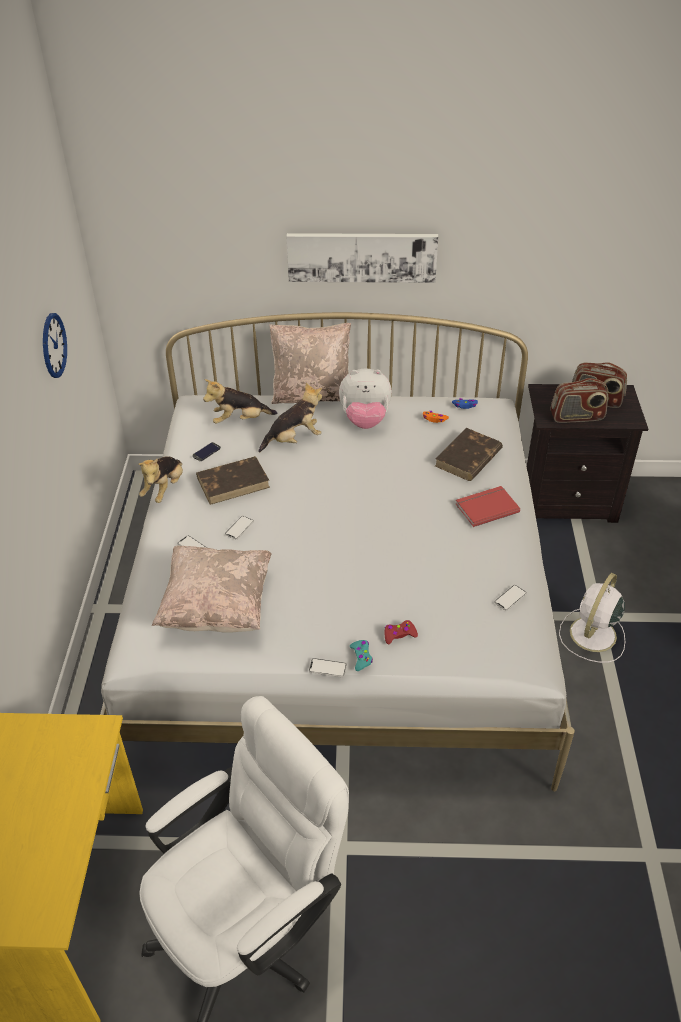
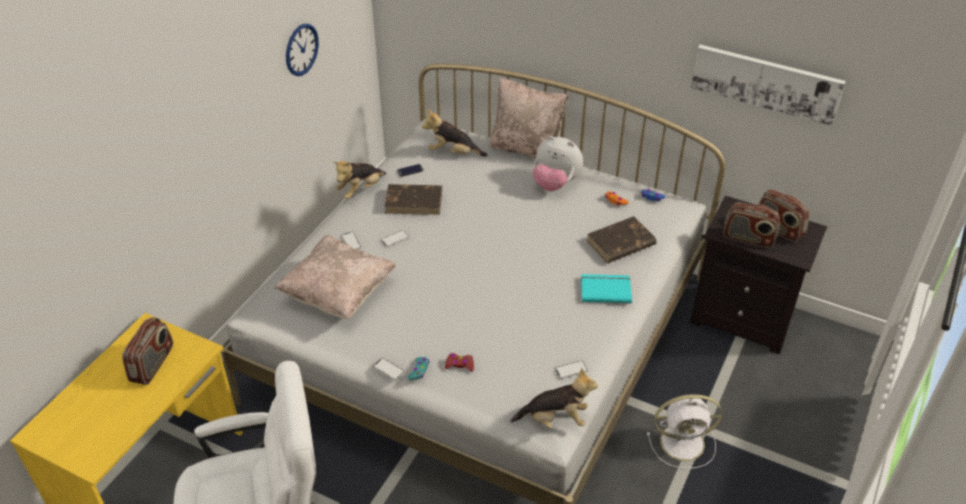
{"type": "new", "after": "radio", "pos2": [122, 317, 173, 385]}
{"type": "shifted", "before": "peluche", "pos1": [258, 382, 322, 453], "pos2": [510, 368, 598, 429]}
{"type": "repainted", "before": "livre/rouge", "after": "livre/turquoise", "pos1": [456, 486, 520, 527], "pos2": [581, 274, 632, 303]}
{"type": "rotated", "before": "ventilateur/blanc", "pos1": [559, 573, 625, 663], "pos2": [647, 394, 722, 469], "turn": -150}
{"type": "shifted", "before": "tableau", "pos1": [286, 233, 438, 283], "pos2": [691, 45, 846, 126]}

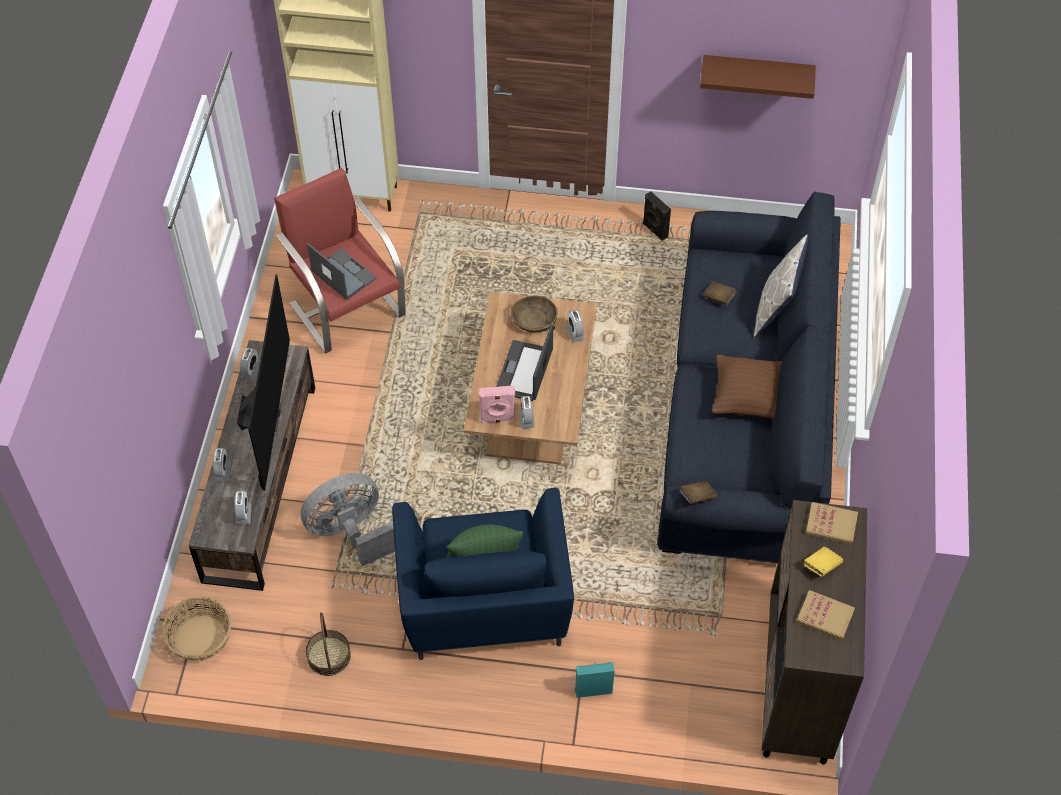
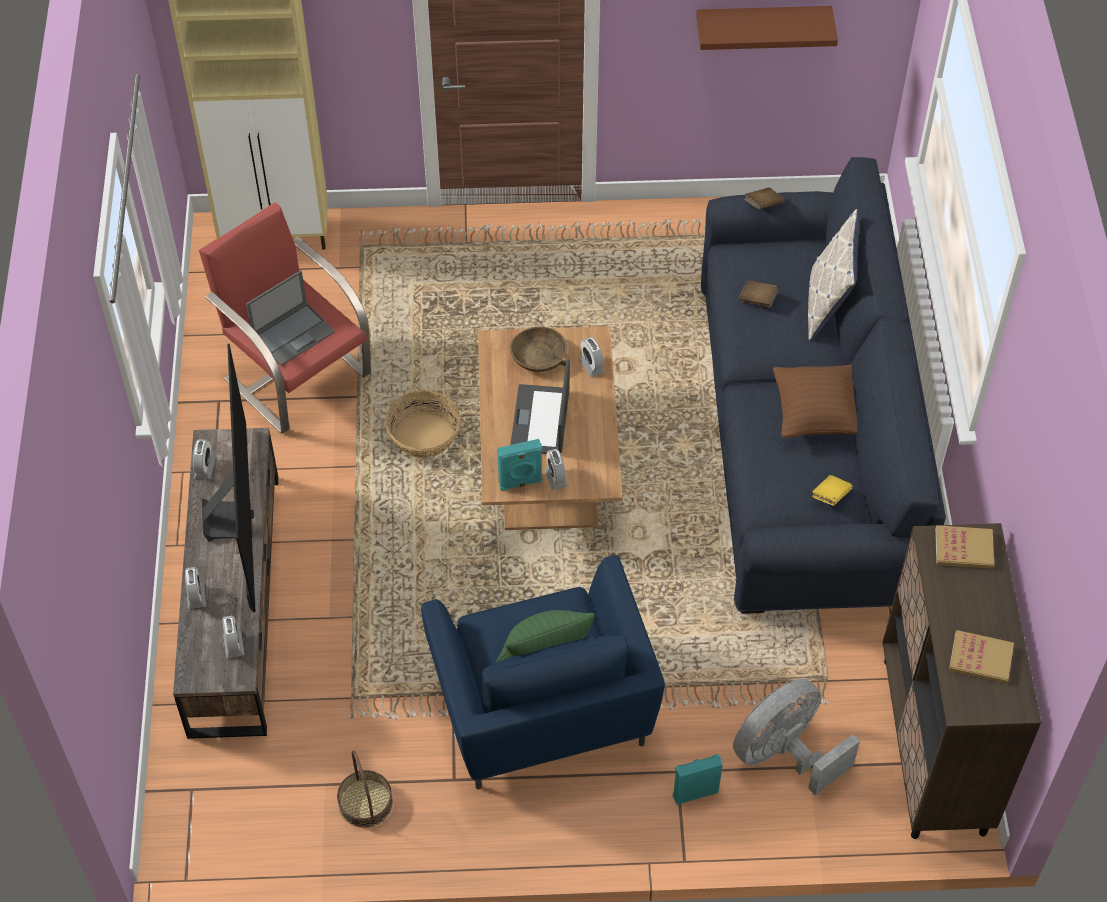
{"type": "rotated", "before": "ordinateur portable", "pos1": [307, 244, 377, 300], "pos2": [246, 270, 335, 366], "turn": 105}
{"type": "shifted", "before": "panier", "pos1": [162, 596, 231, 661], "pos2": [385, 390, 461, 458]}
{"type": "repainted", "before": "enceinte/rose", "after": "enceinte/turquoise", "pos1": [479, 385, 516, 423], "pos2": [497, 439, 543, 491]}
{"type": "shifted", "before": "ventilateur/gris", "pos1": [300, 473, 395, 566], "pos2": [733, 679, 860, 795]}
{"type": "shifted", "before": "livre/marron", "pos1": [680, 481, 717, 504], "pos2": [744, 188, 785, 210]}
{"type": "shifted", "before": "livre/jaune", "pos1": [804, 547, 843, 577], "pos2": [812, 475, 853, 506]}
{"type": "gone", "before": "enceinte/noir", "pos1": [643, 192, 671, 241]}

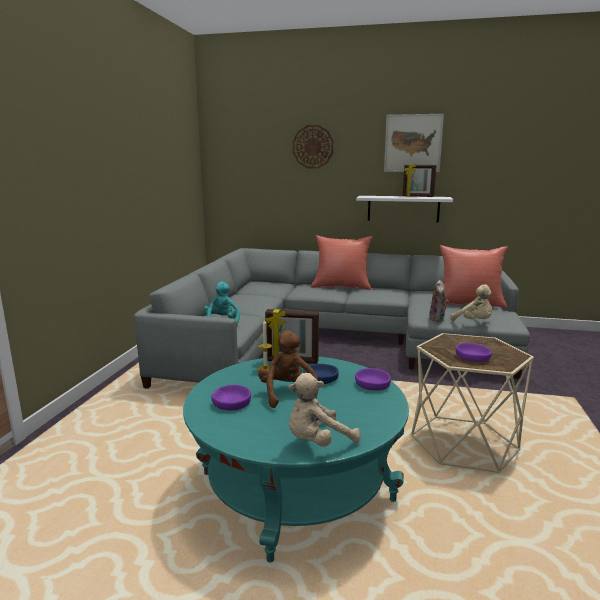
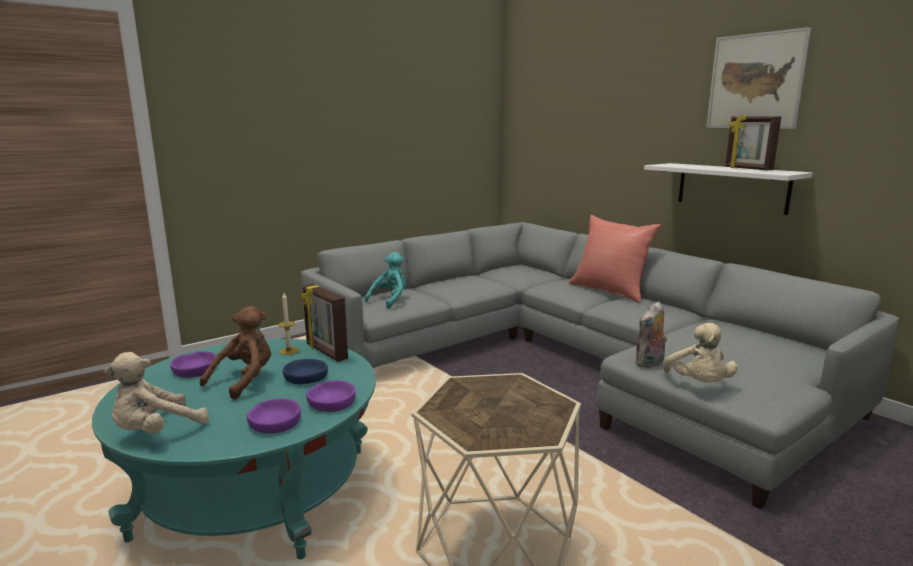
{"type": "rotated", "before": "peluche/beige", "pos1": [289, 373, 361, 447], "pos2": [104, 352, 209, 434], "turn": -60}
{"type": "shifted", "before": "bol/violet", "pos1": [456, 343, 492, 362], "pos2": [247, 398, 301, 434]}
{"type": "gone", "before": "horloge murale", "pos1": [293, 125, 334, 169]}
{"type": "gone", "before": "coussin/rouge", "pos1": [440, 245, 508, 308]}

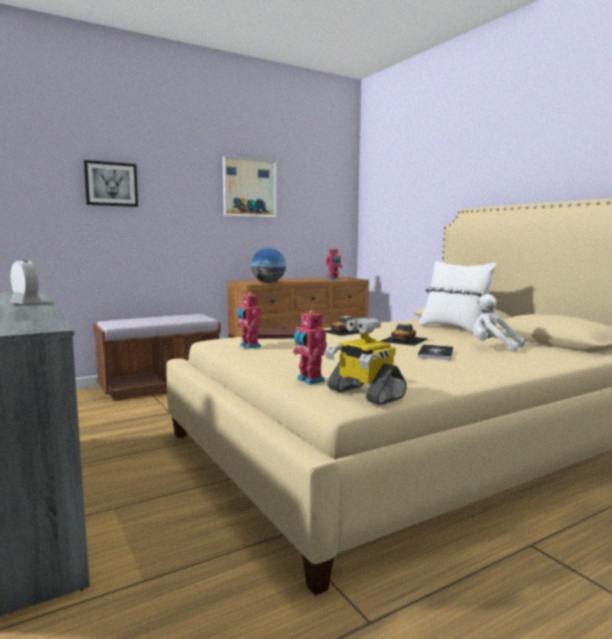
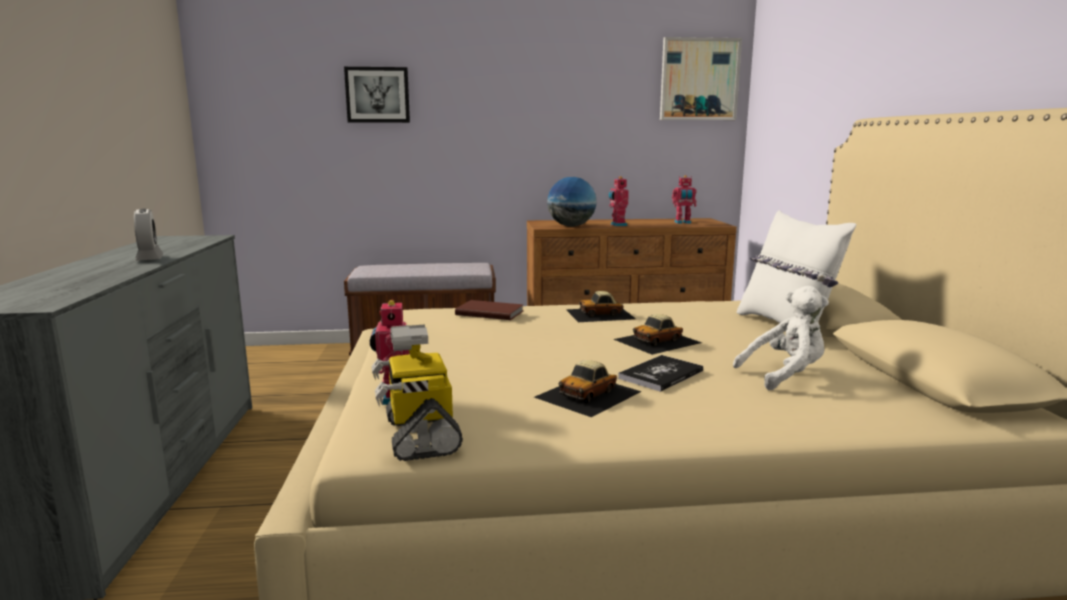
{"type": "new", "after": "petite voiture", "pos2": [534, 360, 642, 417]}
{"type": "shifted", "before": "robot jouet", "pos1": [237, 292, 261, 349], "pos2": [608, 176, 629, 226]}
{"type": "shifted", "before": "tableau", "pos1": [223, 156, 277, 217], "pos2": [660, 37, 742, 120]}
{"type": "rotated", "before": "peluche/blanc", "pos1": [473, 294, 525, 352], "pos2": [733, 286, 829, 390], "turn": 105}

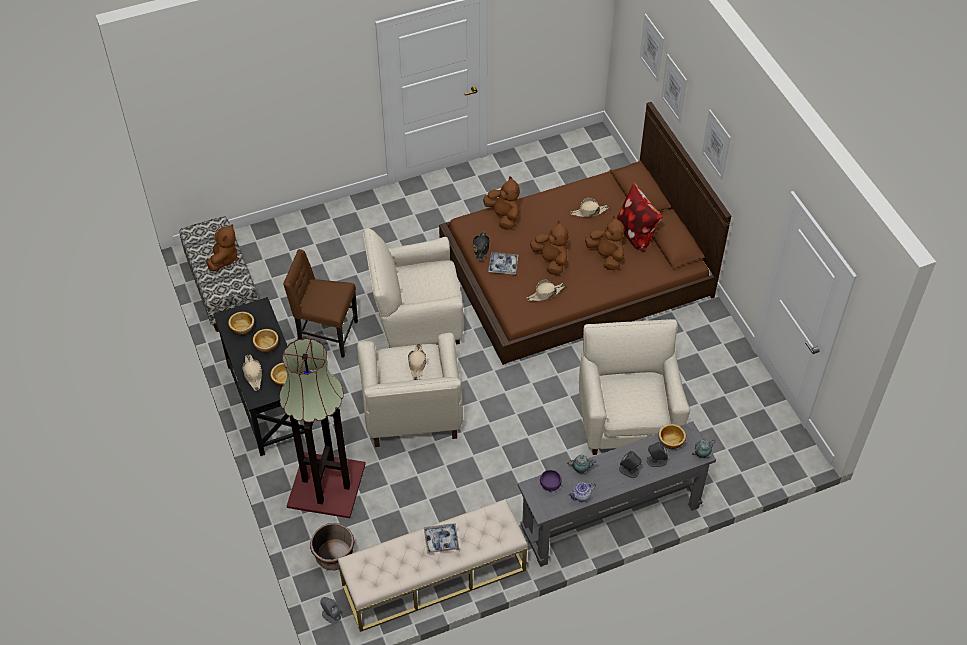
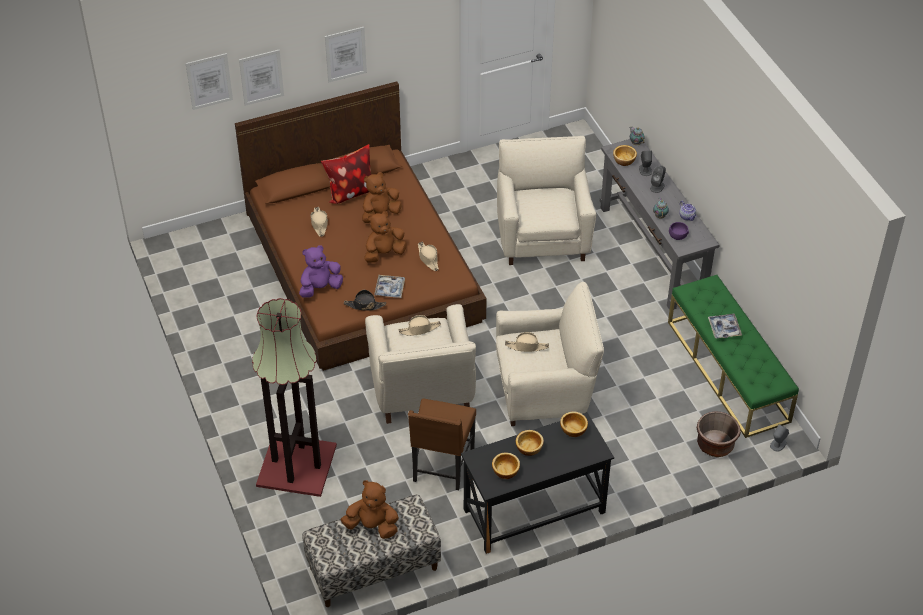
{"type": "shifted", "before": "lampadaire", "pos1": [279, 338, 366, 518], "pos2": [252, 298, 337, 497]}
{"type": "repainted", "before": "peluche/marron", "after": "peluche/violet", "pos1": [483, 176, 520, 230], "pos2": [299, 245, 343, 298]}
{"type": "shifted", "before": "chapeau/beige", "pos1": [242, 354, 262, 391], "pos2": [399, 315, 441, 336]}
{"type": "rotated", "before": "fauteuil/beige", "pos1": [579, 319, 690, 455], "pos2": [497, 136, 596, 265], "turn": 90}
{"type": "repainted", "before": "banc/beige", "after": "banc/vert", "pos1": [338, 499, 527, 632], "pos2": [668, 275, 799, 438]}

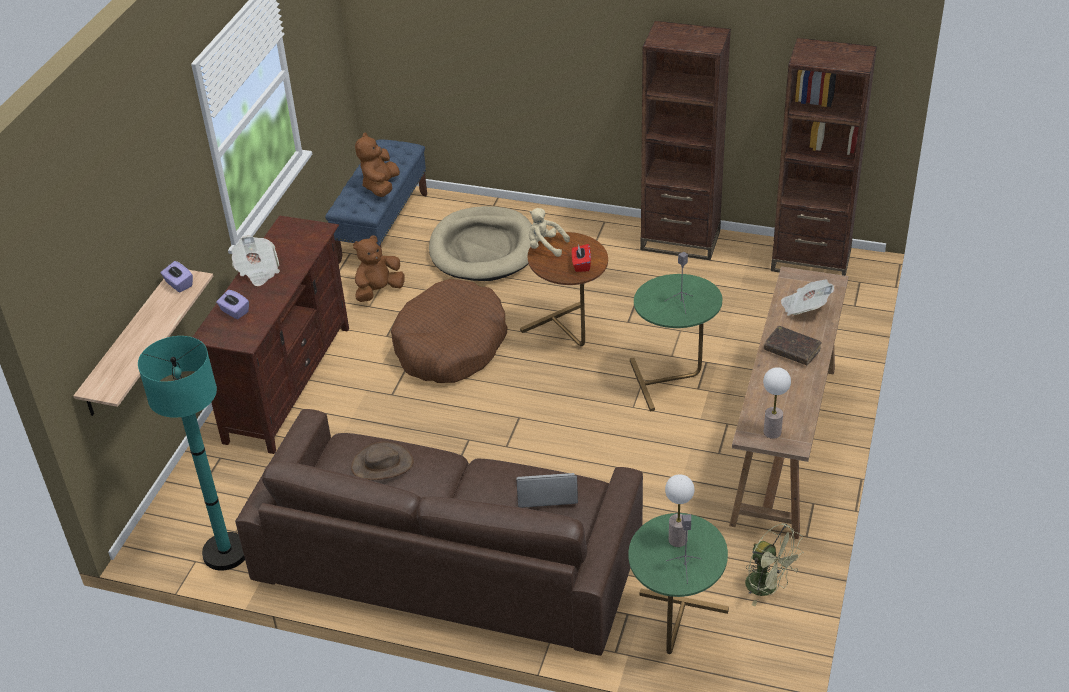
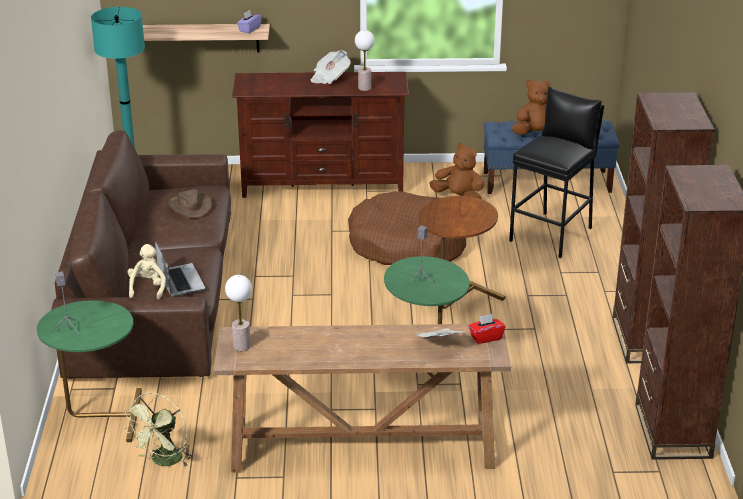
{"type": "shifted", "before": "peluche/beige", "pos1": [529, 208, 570, 257], "pos2": [128, 244, 166, 300]}
{"type": "shifted", "before": "lampe de table", "pos1": [665, 474, 694, 547], "pos2": [355, 30, 375, 91]}
{"type": "shifted", "before": "boîte à mouchoirs/rouge", "pos1": [572, 244, 591, 272], "pos2": [469, 314, 505, 344]}
{"type": "swapped", "before": "panier pour chien/beige", "after": "tabouret/noir", "pos1": [429, 206, 532, 281], "pos2": [509, 87, 604, 258]}
{"type": "gone", "before": "boîte à mouchoirs/violet", "pos1": [216, 290, 249, 319]}
{"type": "gone", "before": "livre/marron", "pos1": [764, 326, 822, 365]}

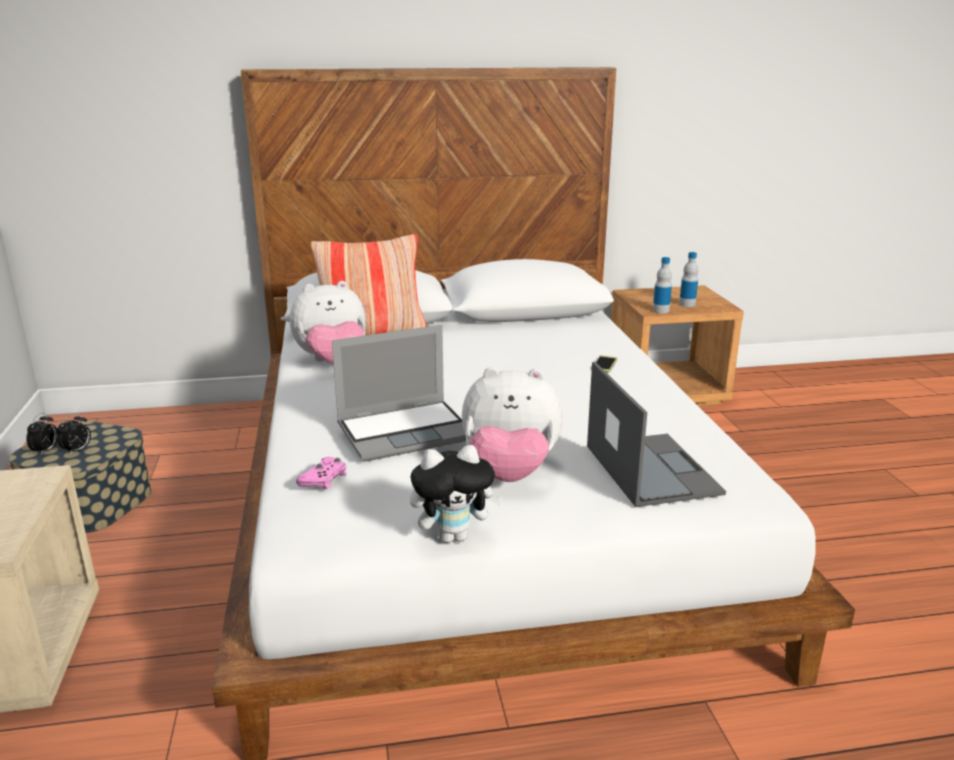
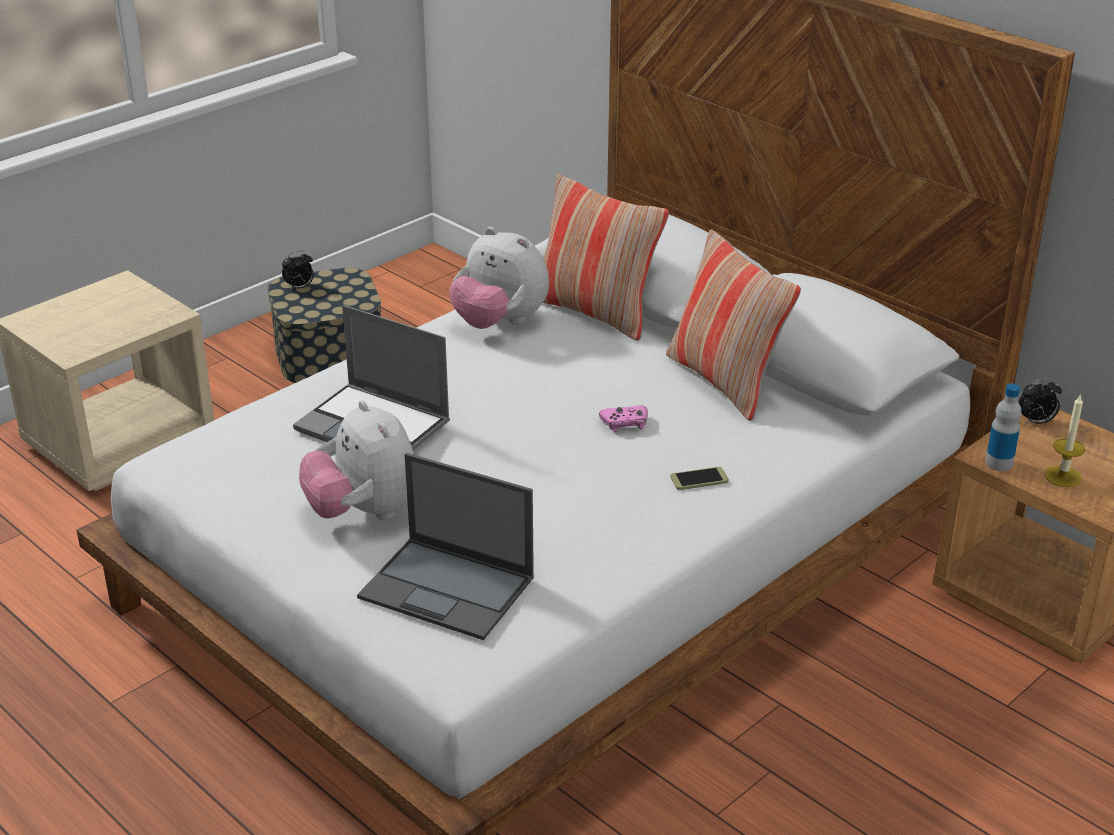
{"type": "rotated", "before": "ordinateur portable", "pos1": [587, 362, 726, 507], "pos2": [357, 453, 534, 640], "turn": 75}
{"type": "shifted", "before": "manette/rose", "pos1": [296, 457, 347, 489], "pos2": [599, 405, 648, 432]}
{"type": "new", "after": "coussin", "pos2": [666, 229, 801, 421]}
{"type": "shifted", "before": "réveil", "pos1": [57, 413, 91, 456], "pos2": [1018, 378, 1062, 424]}
{"type": "swapped", "before": "bouteille", "after": "bougie", "pos1": [679, 252, 699, 307], "pos2": [1045, 394, 1086, 487]}
{"type": "gone", "before": "peluche", "pos1": [410, 445, 503, 543]}

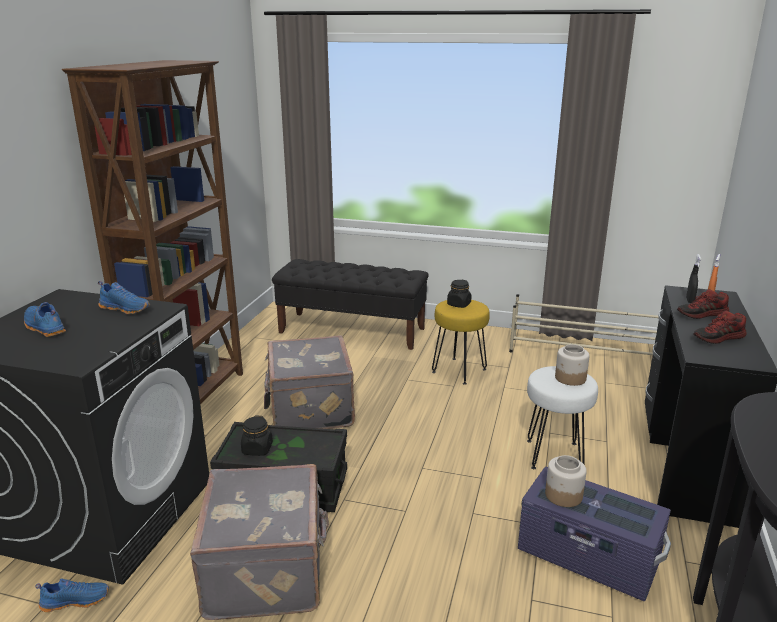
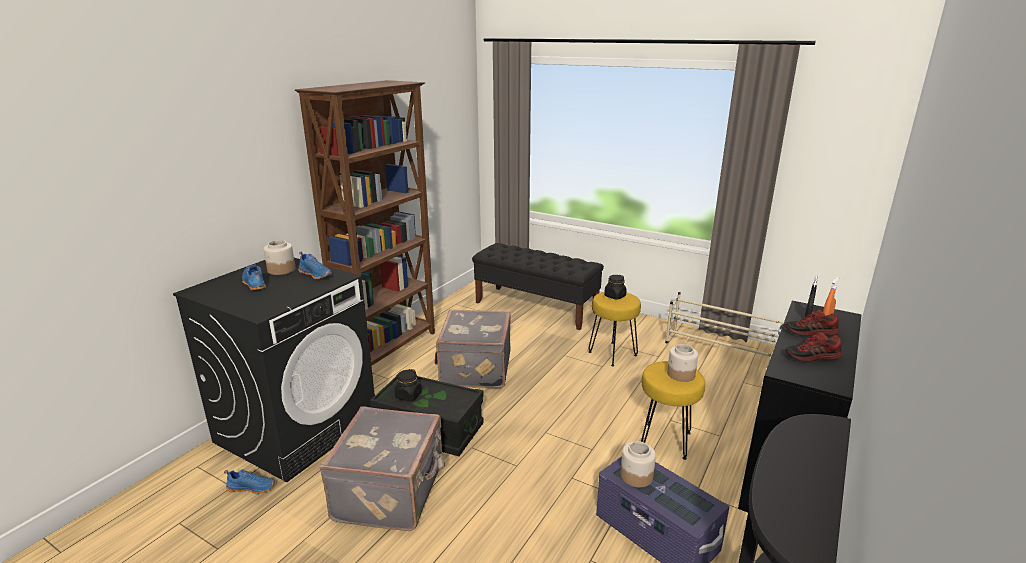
{"type": "new", "after": "bocal", "pos2": [264, 240, 296, 275]}
{"type": "repainted", "before": "tabouret/blanc", "after": "tabouret/jaune", "pos1": [527, 366, 598, 469], "pos2": [641, 361, 705, 460]}

